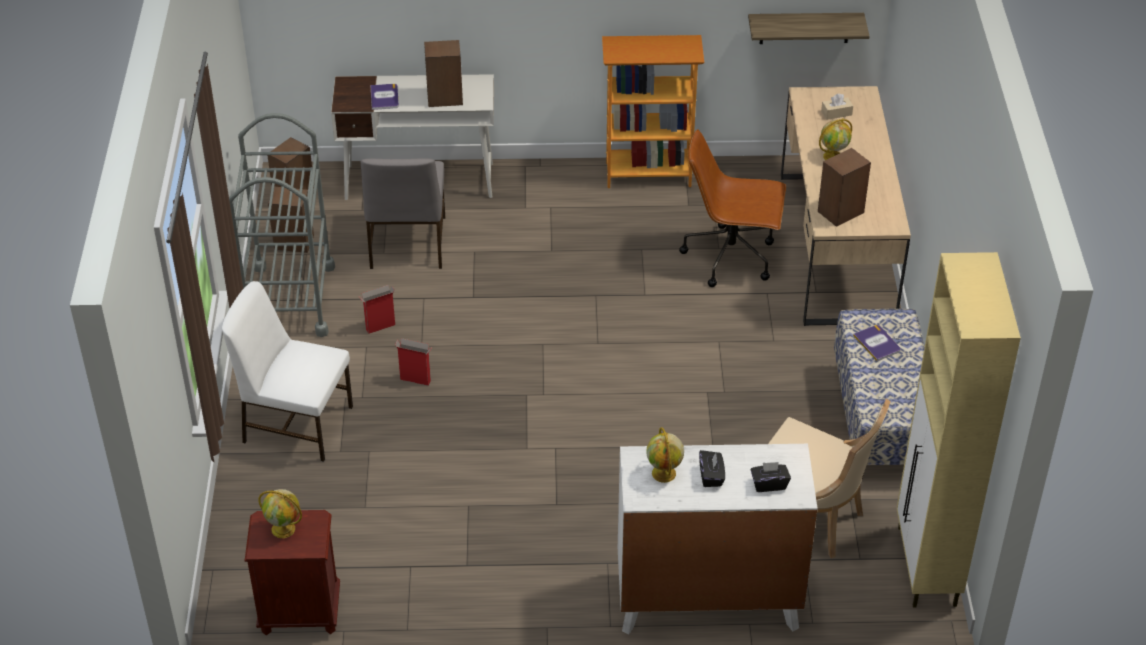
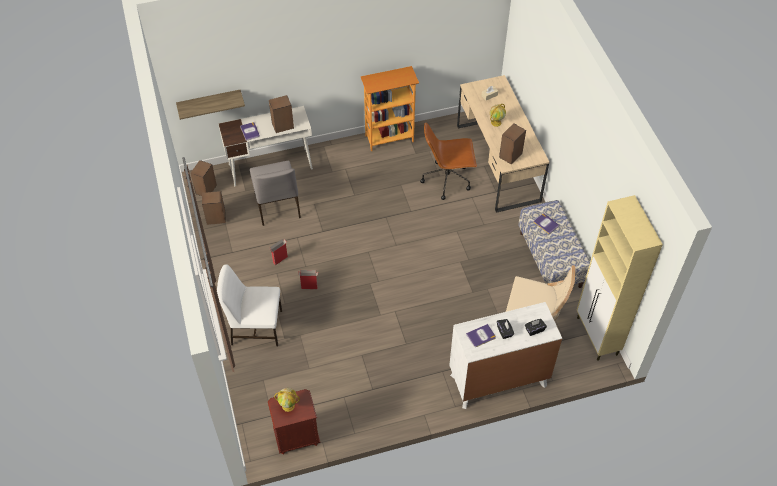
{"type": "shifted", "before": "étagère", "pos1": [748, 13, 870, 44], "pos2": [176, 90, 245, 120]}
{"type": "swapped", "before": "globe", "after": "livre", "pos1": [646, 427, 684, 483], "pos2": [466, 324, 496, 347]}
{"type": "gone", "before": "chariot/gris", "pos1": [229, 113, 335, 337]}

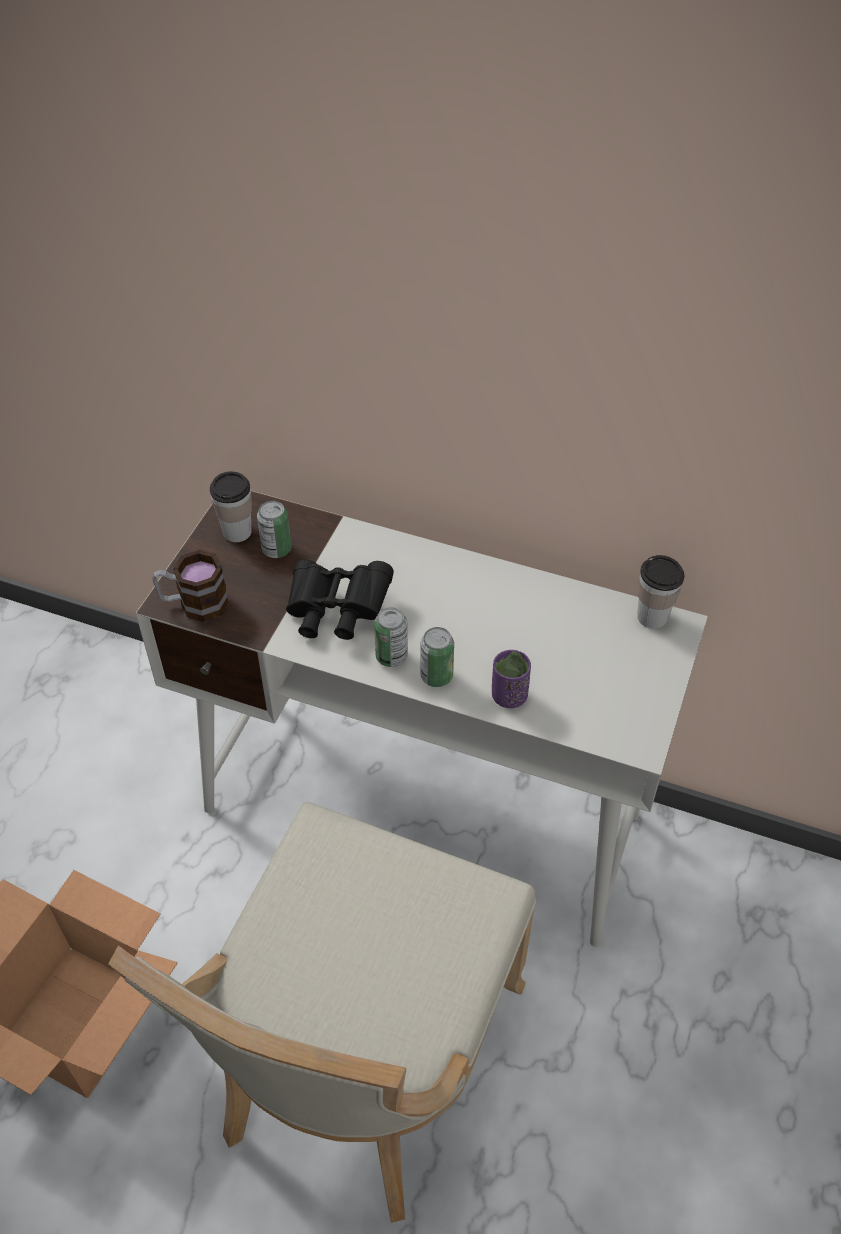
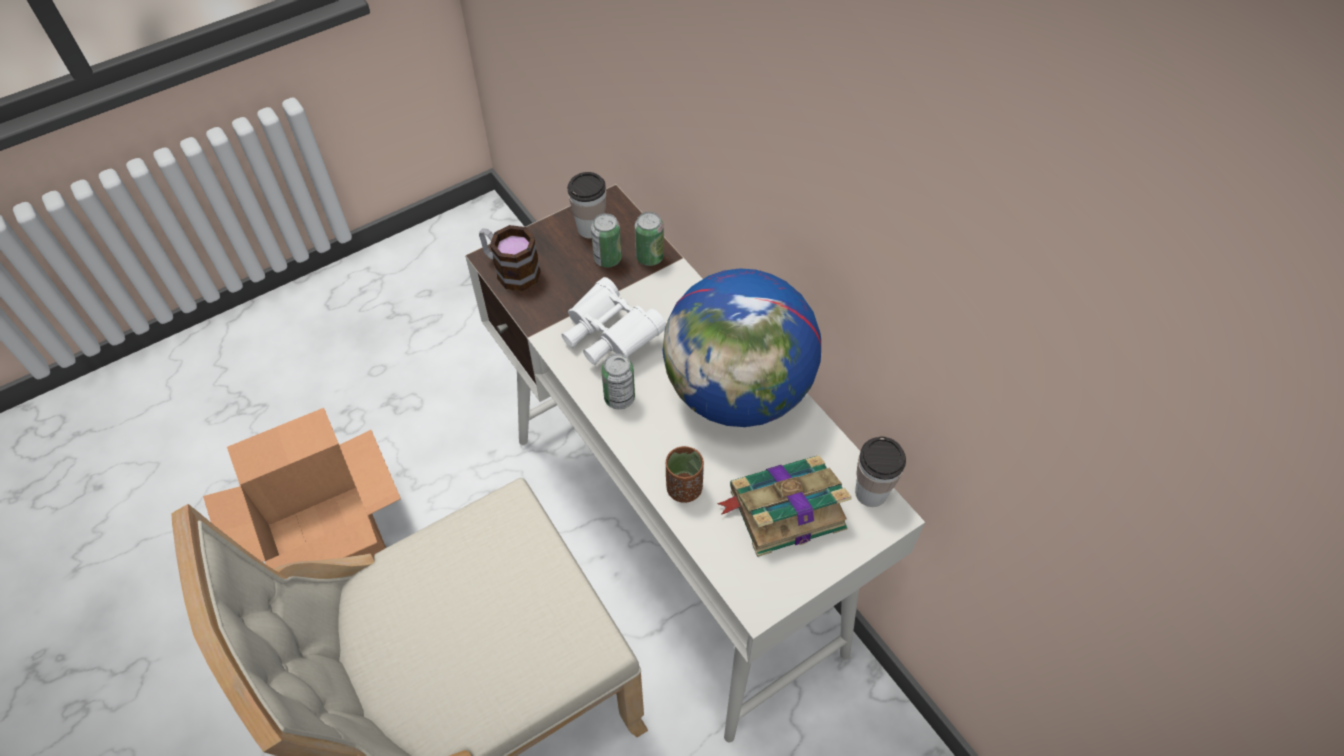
{"type": "repainted", "before": "jumelles/noir", "after": "jumelles/blanc", "pos1": [286, 560, 394, 640], "pos2": [561, 277, 666, 365]}
{"type": "shifted", "before": "boîte métallique", "pos1": [421, 627, 454, 687], "pos2": [635, 212, 664, 266]}
{"type": "new", "after": "globe", "pos2": [662, 268, 821, 427]}
{"type": "repainted", "before": "tasse/violet", "after": "tasse/marron", "pos1": [492, 650, 531, 708], "pos2": [666, 446, 704, 503]}
{"type": "new", "after": "livre", "pos2": [717, 455, 852, 557]}

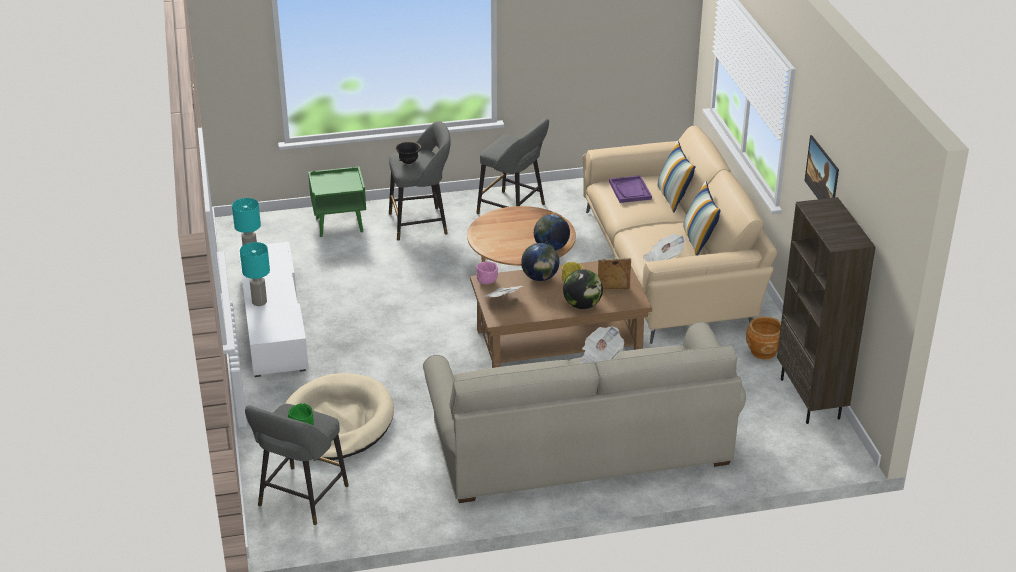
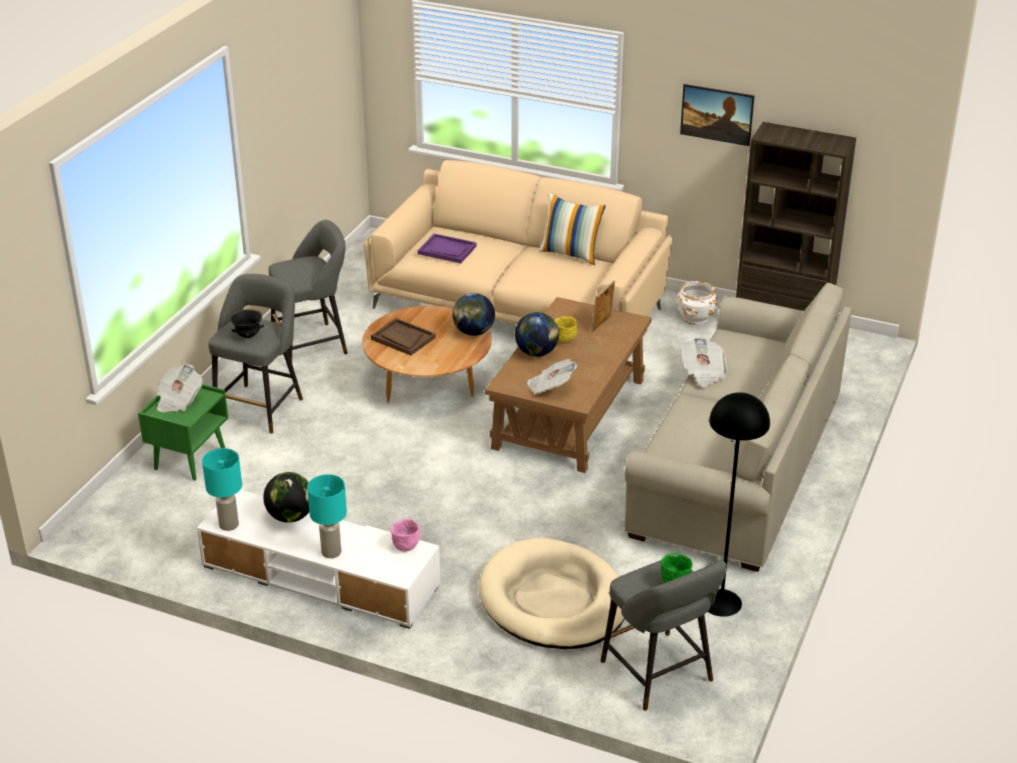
{"type": "shifted", "before": "journal", "pos1": [643, 234, 686, 262], "pos2": [157, 364, 202, 412]}
{"type": "shifted", "before": "globe", "pos1": [563, 269, 603, 309], "pos2": [263, 472, 309, 523]}
{"type": "new", "after": "plateau/marron", "pos2": [371, 318, 436, 356]}
{"type": "shifted", "before": "bol/rose", "pos1": [477, 261, 498, 284], "pos2": [391, 519, 420, 552]}
{"type": "repainted", "before": "cache-pot/marron", "after": "cache-pot/blanc", "pos1": [746, 316, 781, 359], "pos2": [676, 281, 717, 325]}
{"type": "new", "after": "lampadaire/noir", "pos2": [708, 392, 770, 617]}
{"type": "gone", "before": "coussin", "pos1": [657, 140, 696, 212]}

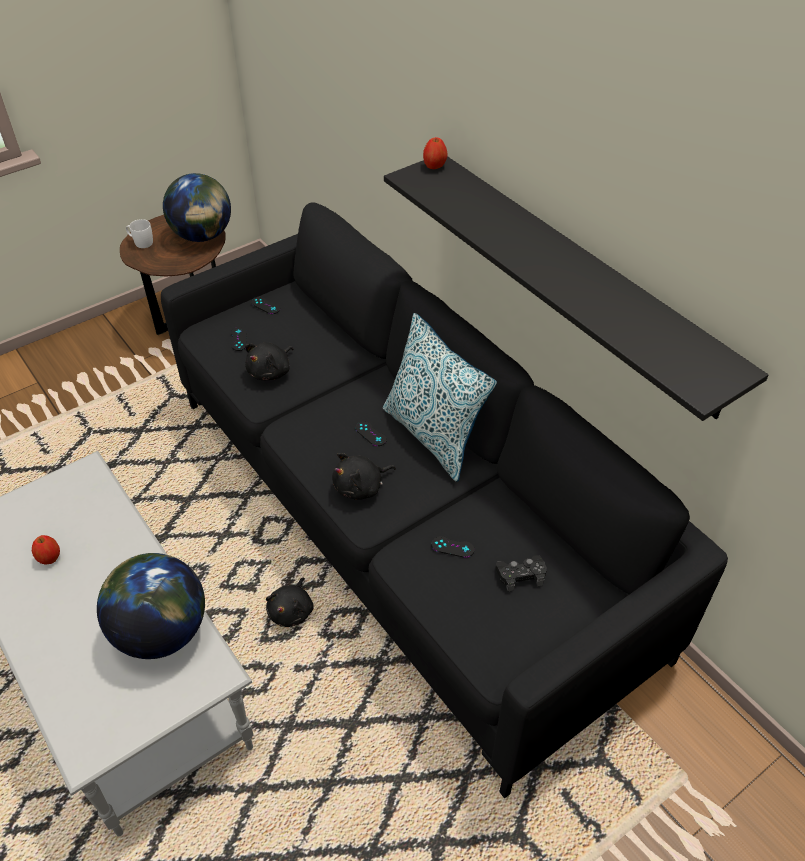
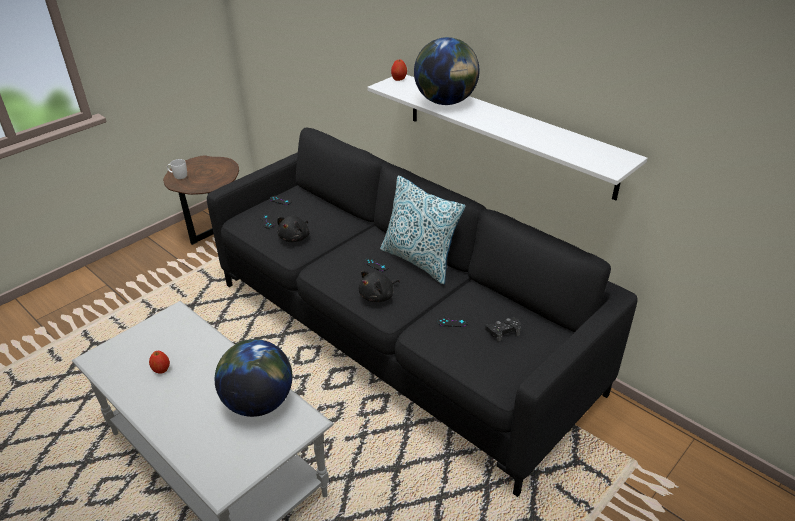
{"type": "repainted", "before": "étagère/noir", "after": "étagère/blanc", "pos1": [384, 156, 768, 421], "pos2": [367, 75, 647, 200]}
{"type": "shifted", "before": "globe", "pos1": [163, 173, 231, 242], "pos2": [414, 37, 480, 105]}
{"type": "gone", "before": "peluche/noir", "pos1": [266, 578, 314, 627]}

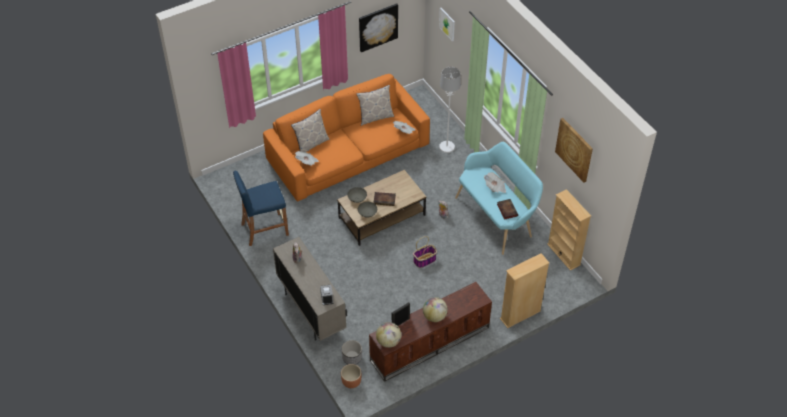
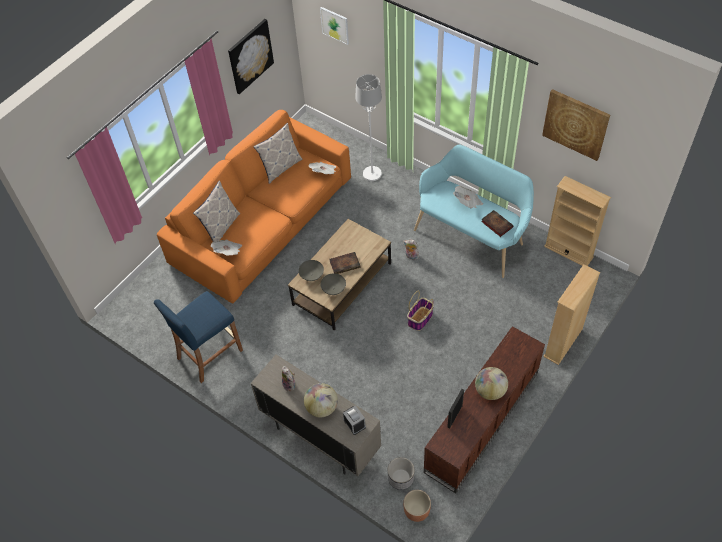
{"type": "shifted", "before": "globe", "pos1": [376, 322, 401, 348], "pos2": [304, 383, 338, 418]}

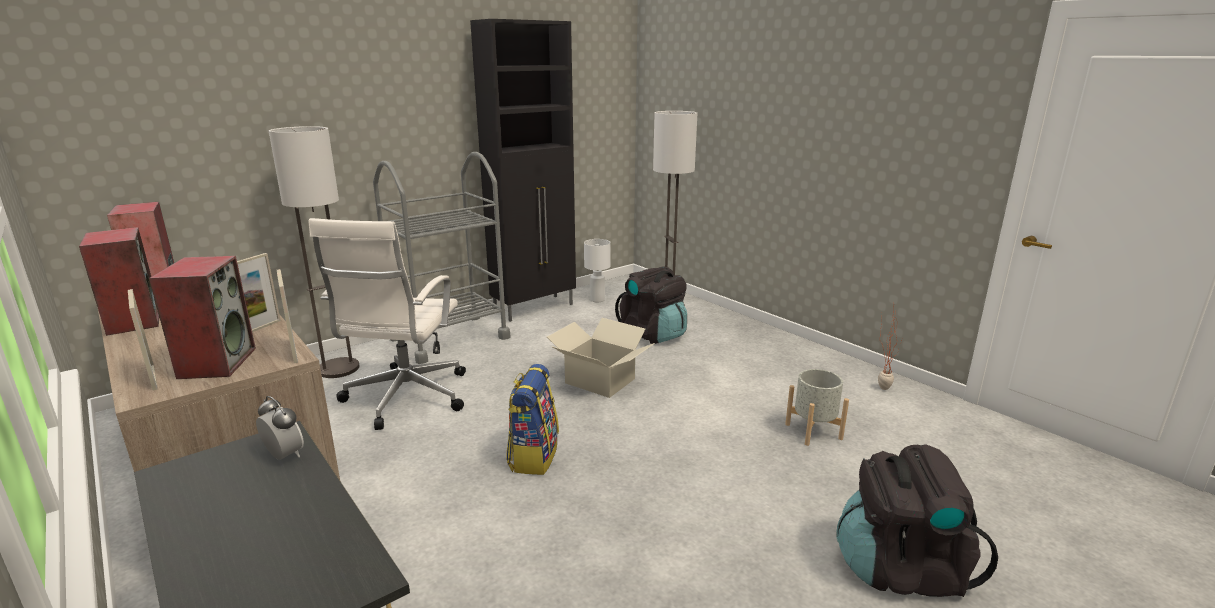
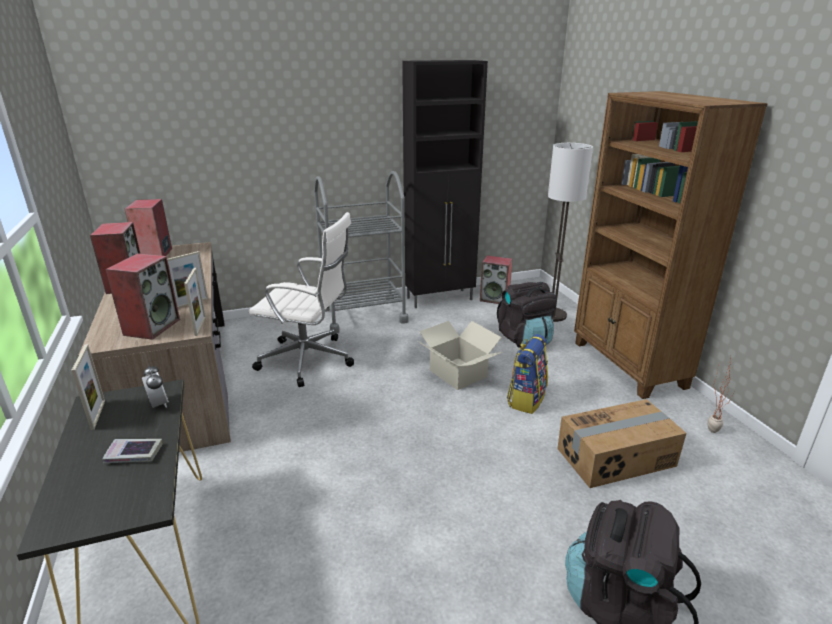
{"type": "shifted", "before": "cadre photo", "pos1": [128, 289, 158, 390], "pos2": [71, 344, 105, 430]}
{"type": "new", "after": "livre", "pos2": [102, 439, 163, 463]}
{"type": "rotated", "before": "chaise de bureau/blanc", "pos1": [308, 218, 466, 430], "pos2": [249, 212, 354, 387], "turn": -105}
{"type": "swapped", "before": "lampe de table/blanc", "after": "enceinte", "pos1": [584, 239, 611, 303], "pos2": [480, 255, 513, 304]}
{"type": "shifted", "before": "sac à dos", "pos1": [506, 364, 559, 475], "pos2": [507, 334, 548, 414]}
{"type": "swapped", "before": "cache-pot/gris", "after": "carton", "pos1": [785, 369, 849, 446], "pos2": [558, 399, 687, 488]}
{"type": "new", "after": "bibliothèque/marron", "pos2": [574, 91, 768, 399]}
{"type": "gone", "before": "lampadaire", "pos1": [269, 126, 359, 378]}

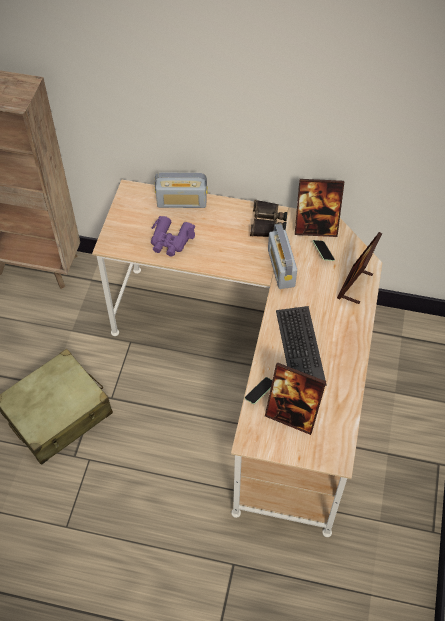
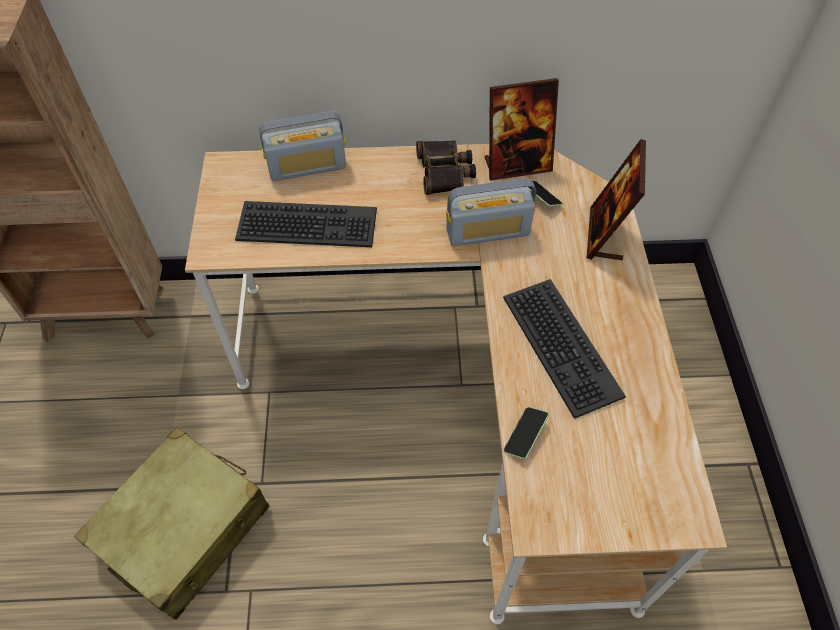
{"type": "swapped", "before": "jumelles/violet", "after": "clavier", "pos1": [151, 216, 195, 257], "pos2": [235, 201, 377, 247]}
{"type": "rotated", "before": "radio", "pos1": [268, 223, 297, 289], "pos2": [446, 178, 536, 246], "turn": -75}
{"type": "gone", "before": "cadre photo", "pos1": [265, 362, 326, 435]}

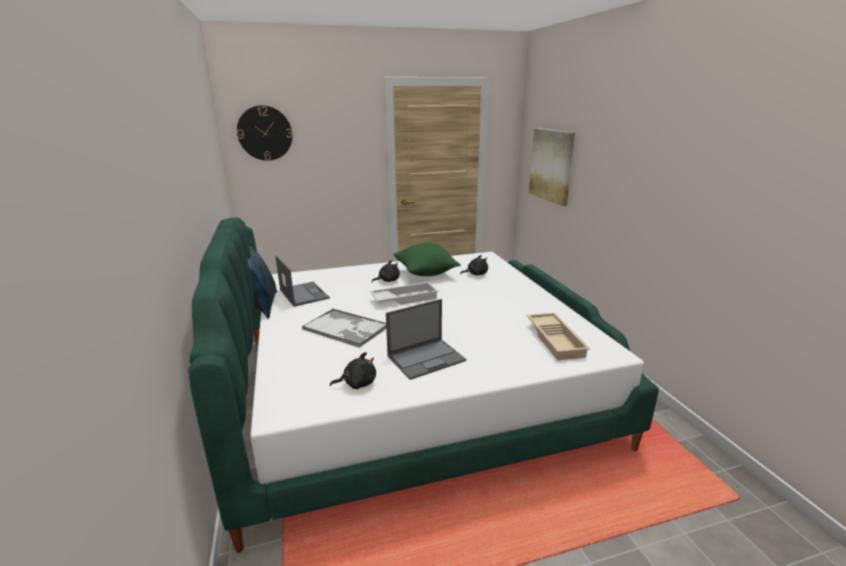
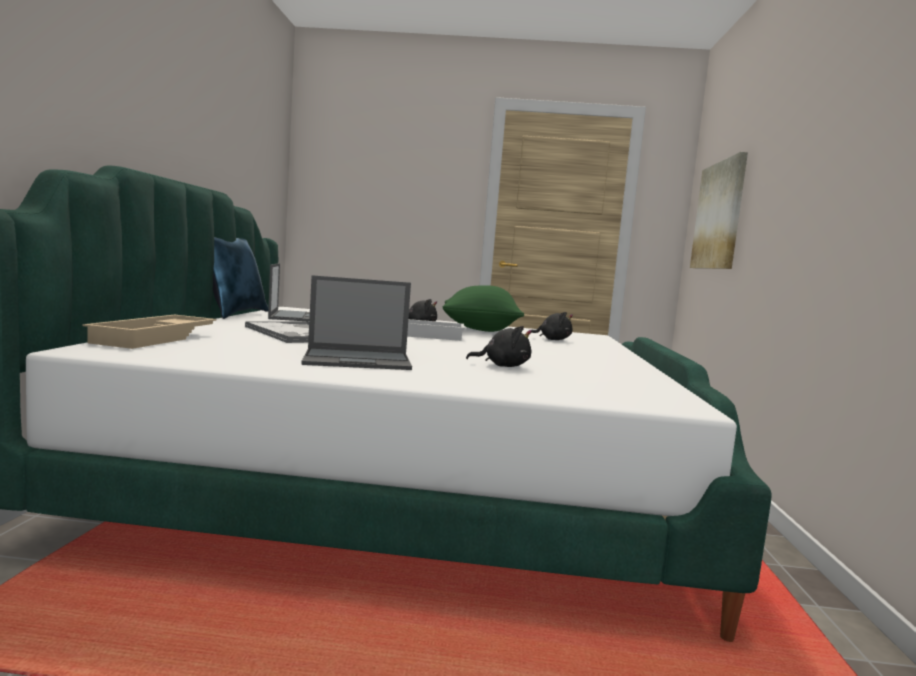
{"type": "shifted", "before": "plateau/beige", "pos1": [527, 313, 590, 360], "pos2": [83, 315, 217, 349]}
{"type": "shifted", "before": "peluche/noir", "pos1": [330, 352, 376, 389], "pos2": [466, 326, 532, 367]}
{"type": "gone", "before": "horloge murale", "pos1": [237, 105, 292, 161]}

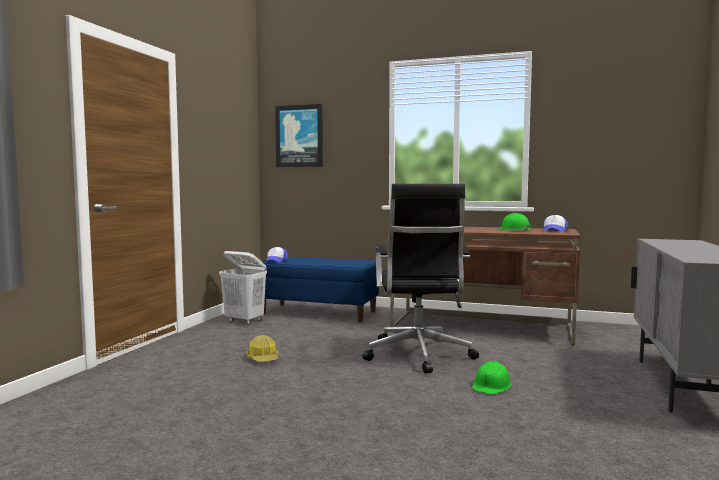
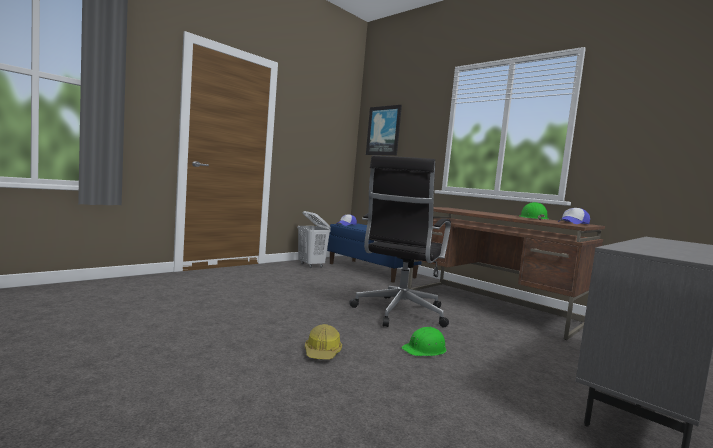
{"type": "shifted", "before": "casque de chantier", "pos1": [246, 335, 279, 362], "pos2": [305, 324, 342, 360]}

